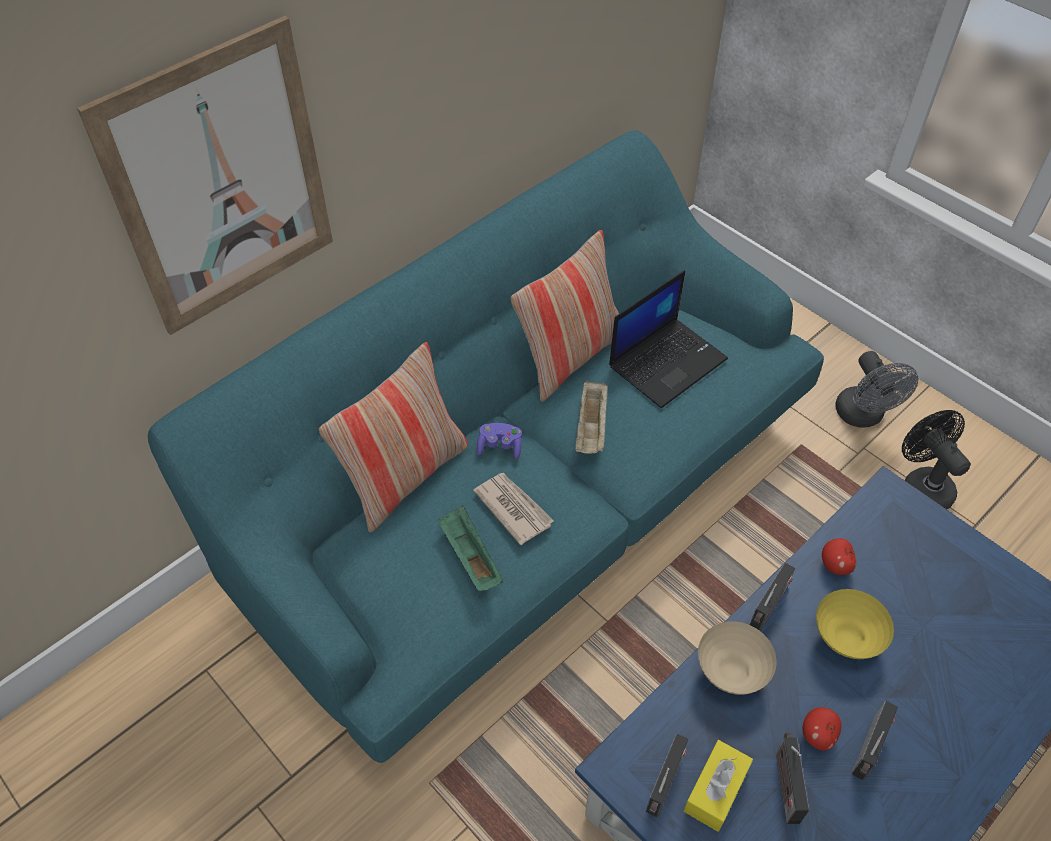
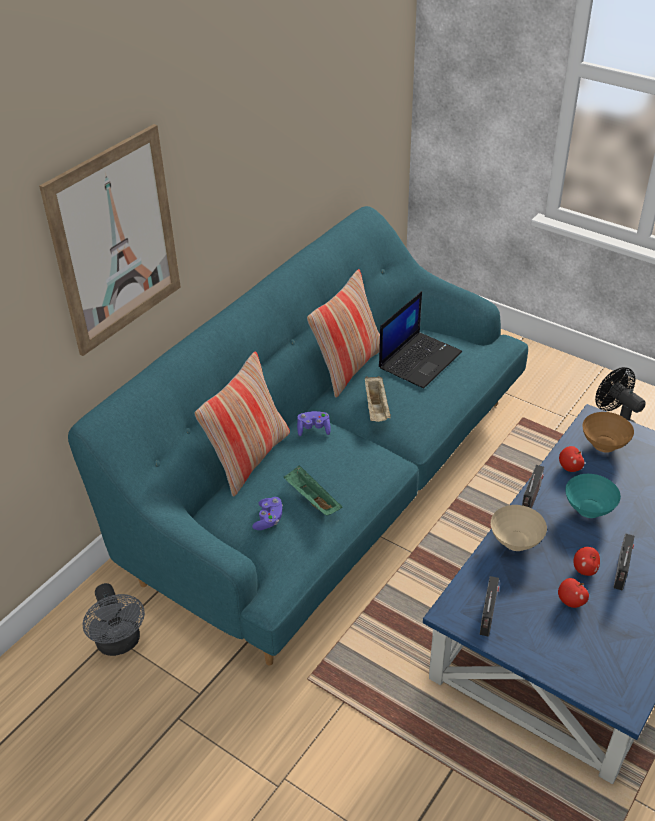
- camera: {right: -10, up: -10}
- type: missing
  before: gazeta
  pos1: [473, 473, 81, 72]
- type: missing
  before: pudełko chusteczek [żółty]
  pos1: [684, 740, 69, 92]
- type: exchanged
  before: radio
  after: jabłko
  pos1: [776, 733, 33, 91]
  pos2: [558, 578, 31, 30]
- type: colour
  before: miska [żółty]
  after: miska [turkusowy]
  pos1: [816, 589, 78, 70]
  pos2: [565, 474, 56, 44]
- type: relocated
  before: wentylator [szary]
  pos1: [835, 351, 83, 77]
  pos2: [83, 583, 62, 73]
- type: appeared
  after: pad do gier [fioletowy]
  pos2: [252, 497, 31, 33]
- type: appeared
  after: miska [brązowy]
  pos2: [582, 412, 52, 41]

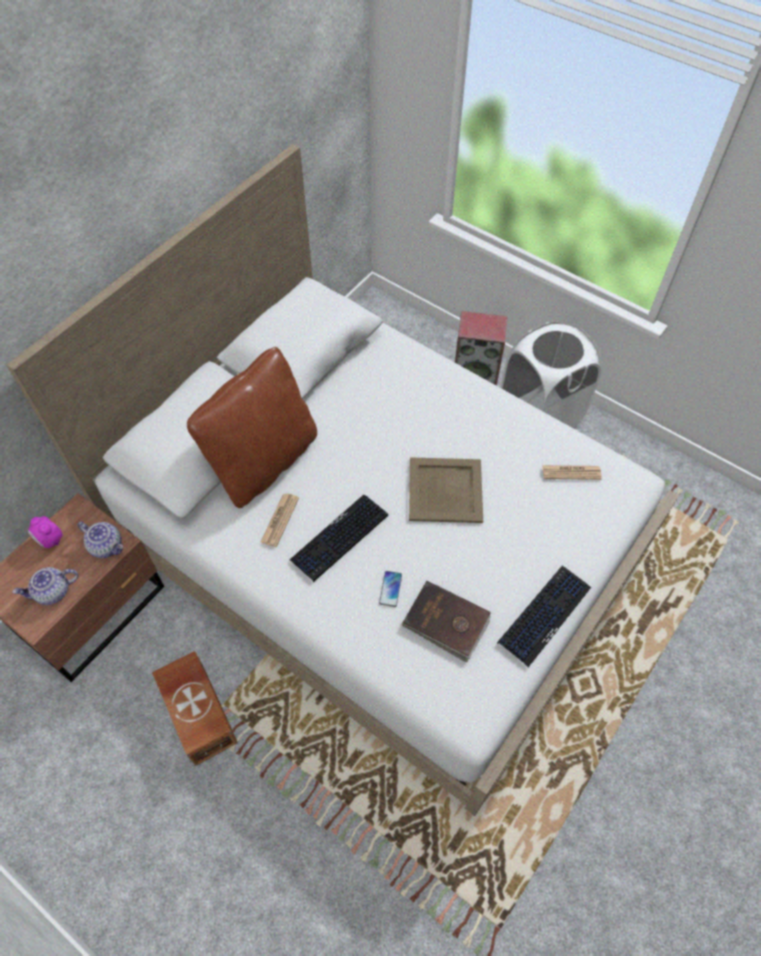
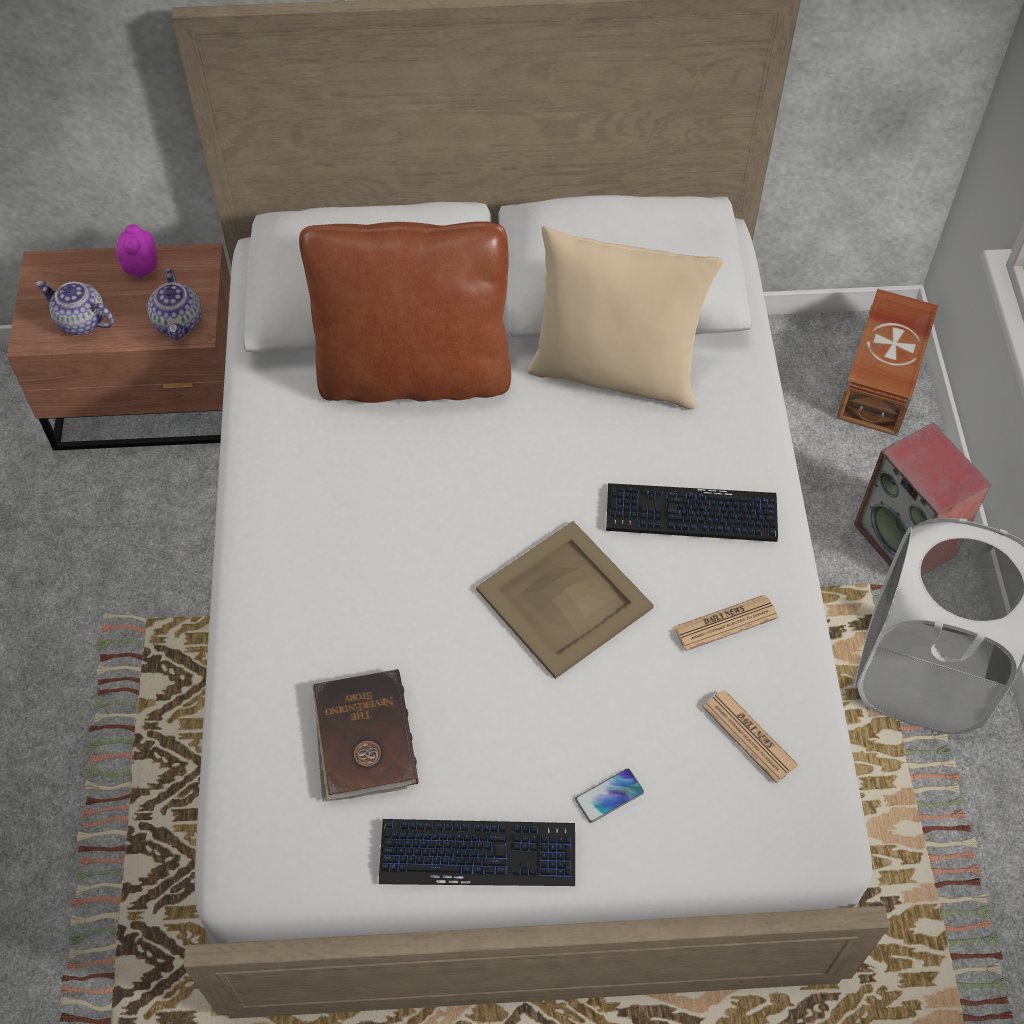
- camera: {right: 50, up: 0}
- type: relocated
  before: pojemnik do przechowywania [brązowy]
  pos1: [152, 651, 86, 115]
  pos2: [836, 289, 103, 147]
- type: relocated
  before: gazeta
  pos1: [261, 493, 38, 54]
  pos2: [674, 595, 104, 56]
- type: relocated
  before: klawiatura
  pos1: [290, 495, 98, 87]
  pos2: [606, 483, 172, 59]
- type: relocated
  before: telefon
  pos1: [379, 571, 23, 36]
  pos2: [575, 768, 69, 55]
- type: appeared
  after: poduszka [beżowy]
  pos2: [528, 226, 195, 183]

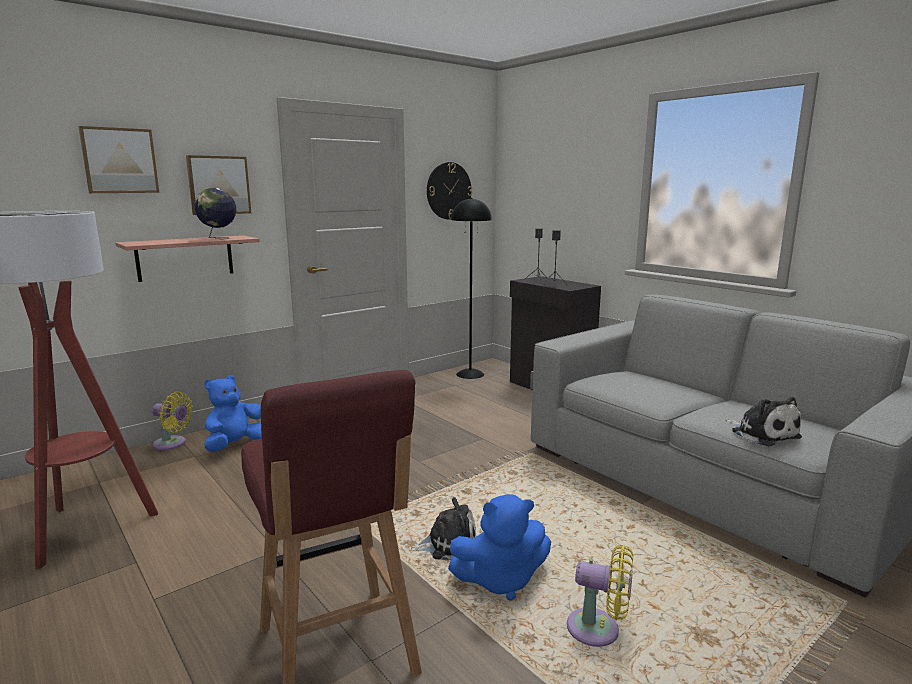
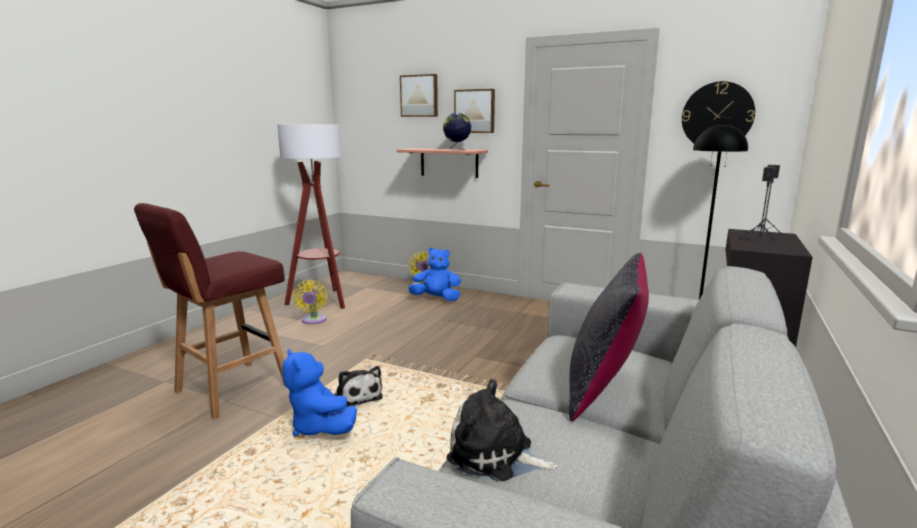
- camera: {right: 65, up: 0}
- type: relocated
  before: wentylator [żółty]
  pos1: [567, 545, 66, 102]
  pos2: [293, 280, 35, 44]
- type: spun
  before: pluszak
  pos1: [725, 397, 77, 49]
  pos2: [447, 378, 110, 104]
  turn: 75
- type: appeared
  after: poduszka [czarny]
  pos2: [569, 253, 80, 168]

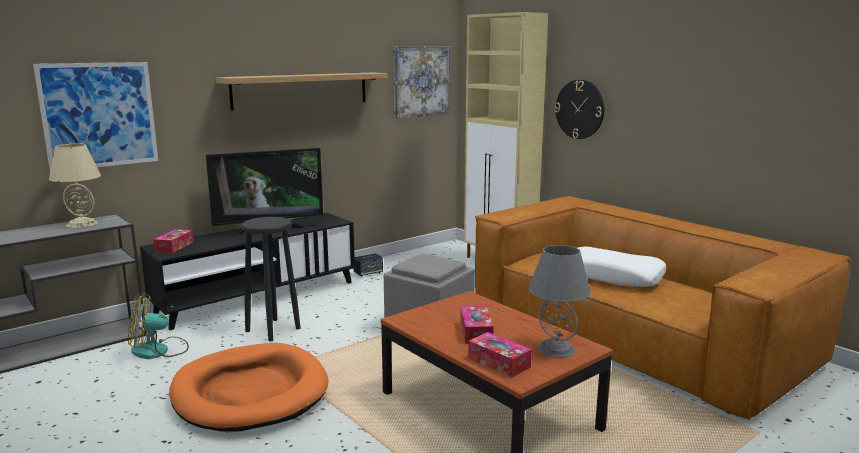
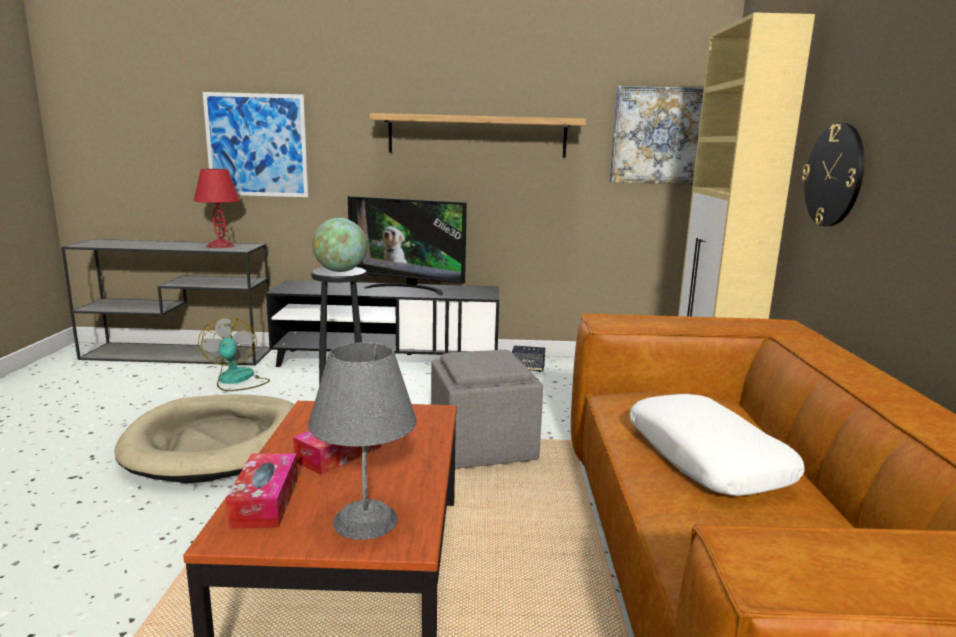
- camera: {right: 40, up: 0}
- type: colour
  before: lampa stołowa [beżowy]
  after: lampa stołowa [czerwony]
  pos1: [49, 144, 52, 84]
  pos2: [193, 169, 47, 79]
- type: spun
  before: wentylator
  pos1: [128, 293, 61, 66]
  pos2: [198, 318, 72, 73]
  turn: 45
- type: missing
  before: pudełko chusteczek
  pos1: [153, 229, 41, 24]
- type: colour
  before: legowisko [pomarańczowy]
  after: legowisko [beżowy]
  pos1: [169, 343, 159, 88]
  pos2: [114, 394, 180, 89]
- type: appeared
  after: globus
  pos2: [312, 218, 55, 54]

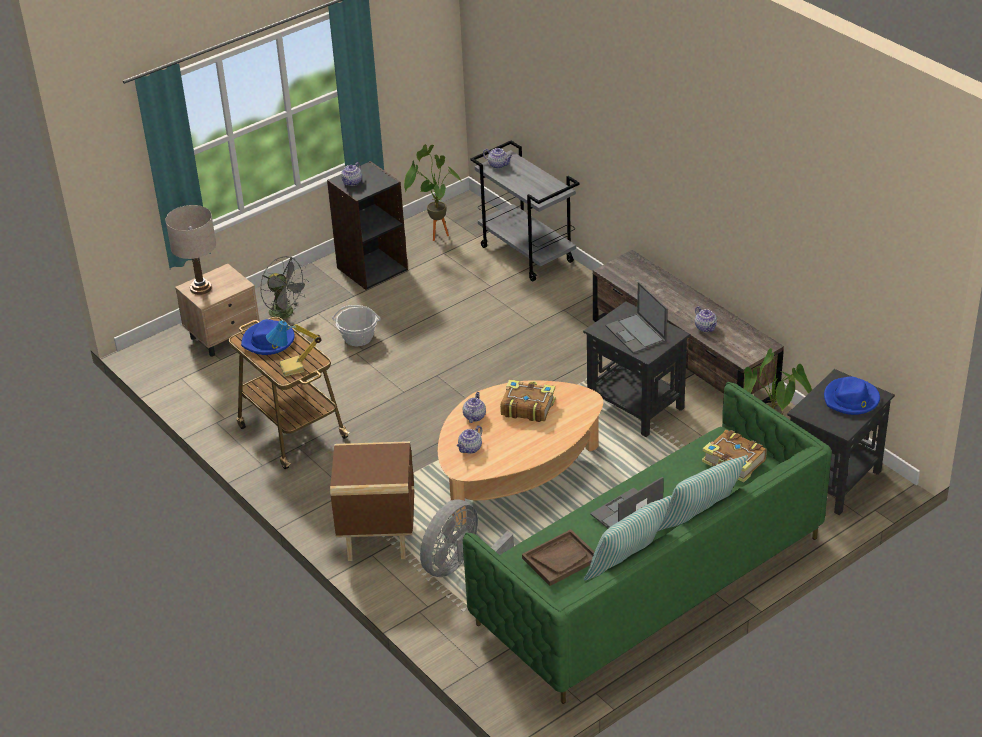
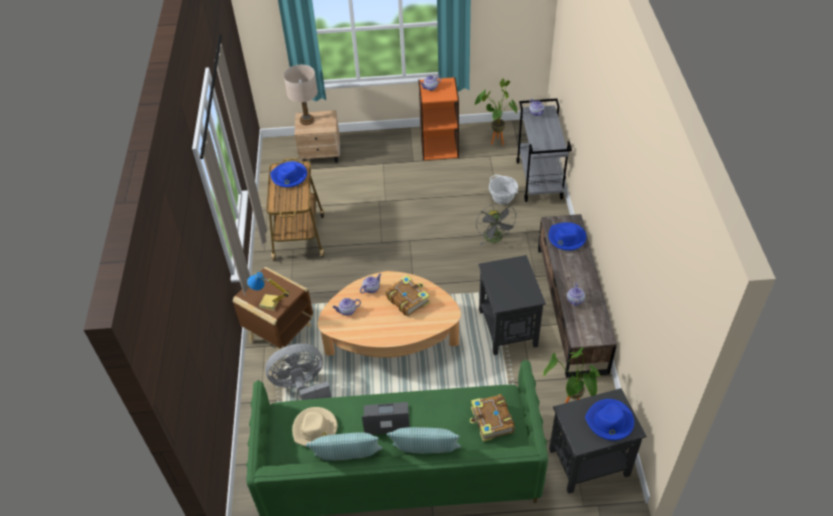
- camera: {right: 35, up: 10}
- type: relocated
  before: wentylator [szary]
  pos1: [260, 256, 49, 63]
  pos2: [476, 203, 41, 42]
- type: relocated
  before: lampa stołowa
  pos1: [266, 320, 56, 57]
  pos2: [247, 272, 43, 39]
- type: colour
  before: regał [czarny]
  after: regał [pomarańczowy]
  pos1: [327, 161, 81, 129]
  pos2: [418, 77, 41, 83]
- type: relocated
  before: koszyk
  pos1: [332, 305, 49, 42]
  pos2: [489, 175, 29, 30]
- type: exchanged
  before: taca [brązowy]
  after: kapelusz [beżowy]
  pos1: [522, 529, 73, 57]
  pos2: [292, 407, 45, 40]
- type: missing
  before: laptop
  pos1: [606, 282, 61, 72]
- type: appeared
  after: kapelusz [niebieski]
  pos2: [548, 222, 38, 29]

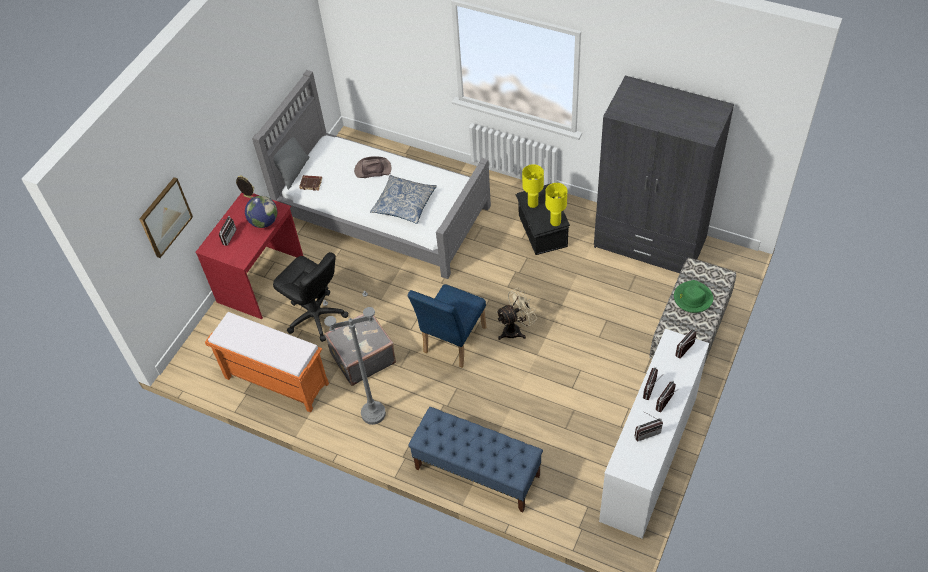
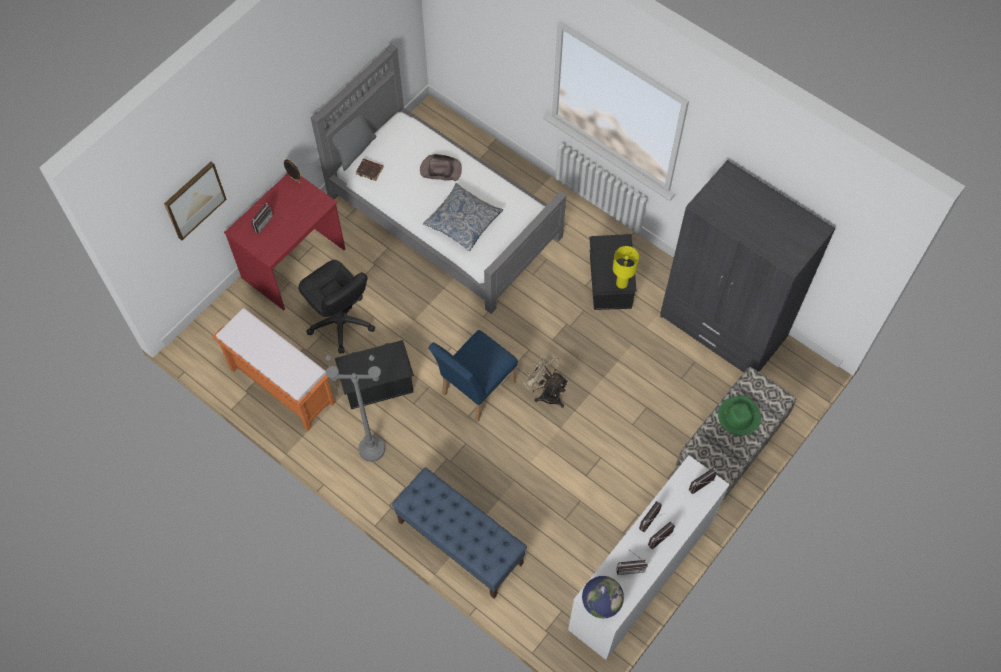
- camera: {right: 10, up: 10}
- type: relocated
  before: globus
  pos1: [245, 196, 32, 32]
  pos2: [582, 576, 42, 42]
- type: exchanged
  before: walizka [szary]
  after: pojemnik do przechowywania [czarny]
  pos1: [324, 314, 72, 72]
  pos2: [335, 340, 79, 69]
- type: spun
  before: wentylator [beżowy]
  pos1: [496, 288, 41, 52]
  pos2: [523, 352, 46, 56]
  turn: -120
- type: missing
  before: lampa stołowa [żółty]
  pos1: [522, 164, 22, 44]

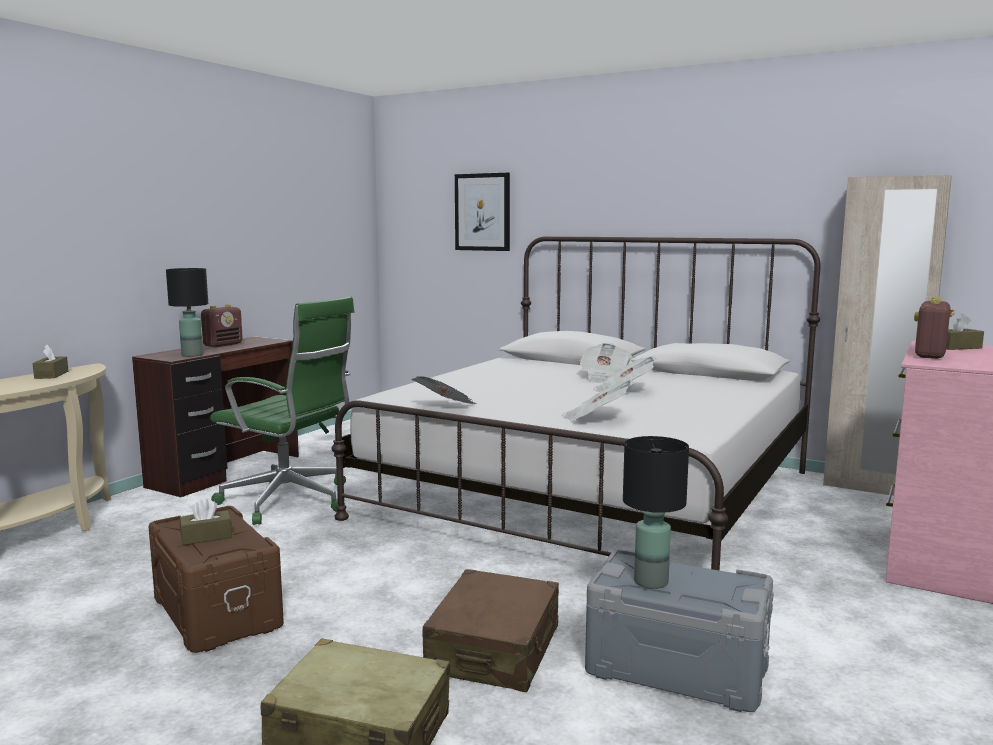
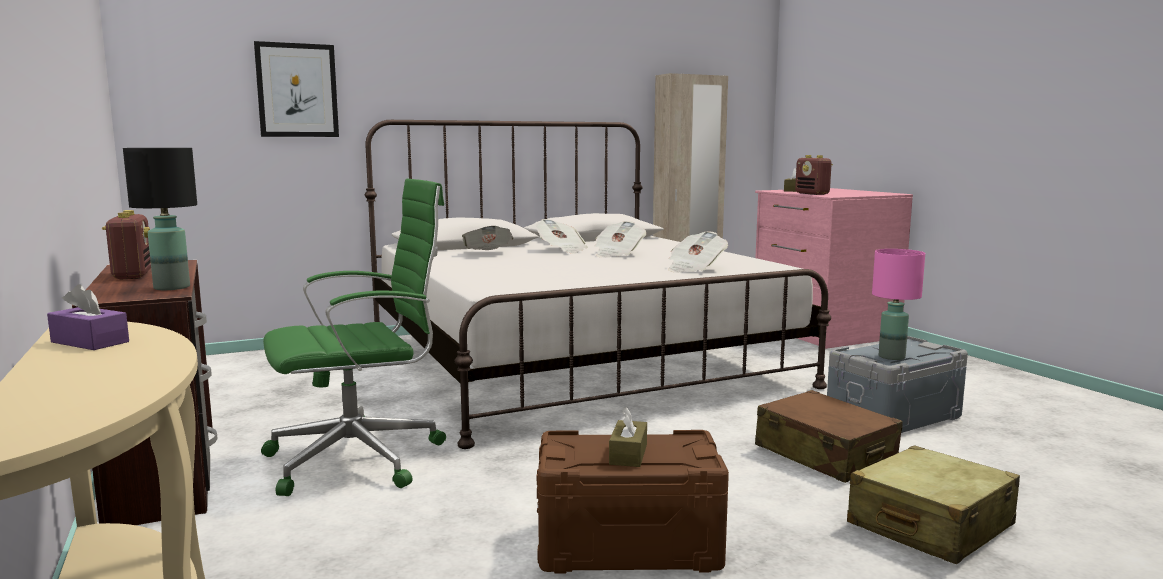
- camera: {right: -55, up: 0}
- type: colour
  before: pudełko chusteczek [brązowy]
  after: pudełko chusteczek [fioletowy]
  pos1: [33, 345, 35, 34]
  pos2: [47, 284, 82, 66]
- type: relocated
  before: gazeta
  pos1: [411, 376, 66, 28]
  pos2: [462, 226, 51, 24]
- type: colour
  before: lampa stołowa [czarny]
  after: lampa stołowa [różowy]
  pos1: [623, 436, 66, 153]
  pos2: [872, 249, 53, 111]

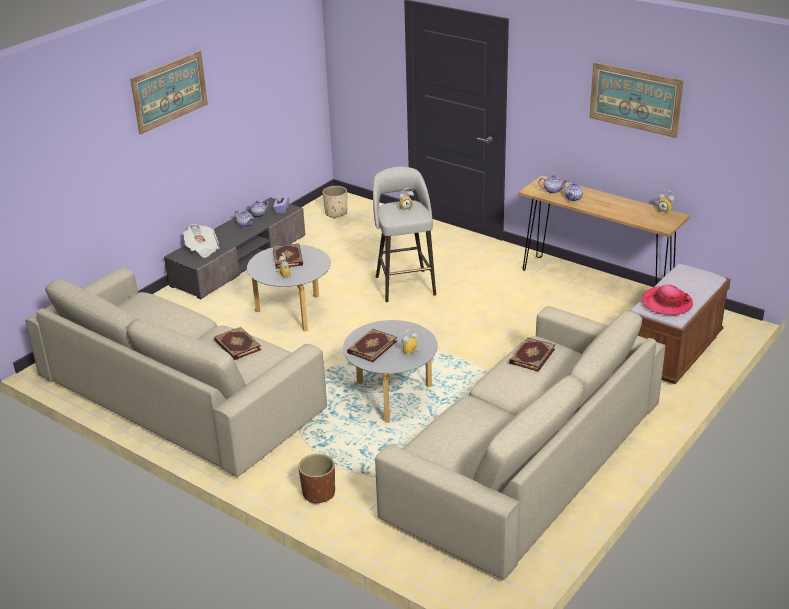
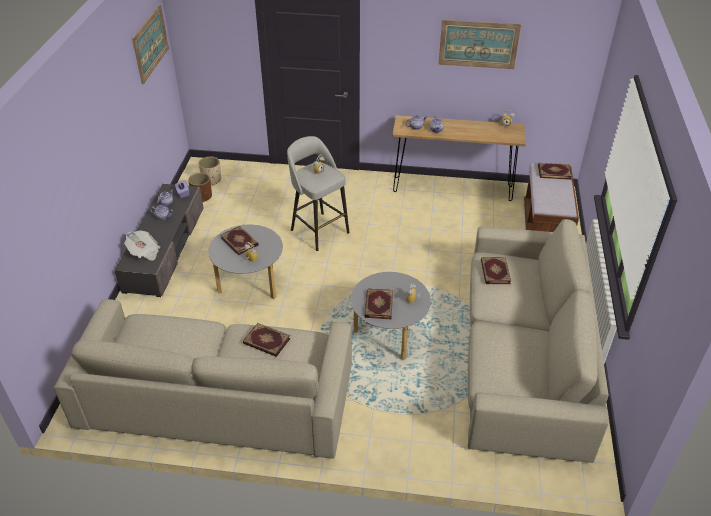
- camera: {right: -30, up: 10}
- type: relocated
  before: obraz
  pos1: [130, 51, 78, 83]
  pos2: [132, 5, 37, 79]
- type: relocated
  before: donica [brązowy]
  pos1: [298, 454, 37, 50]
  pos2: [188, 173, 24, 29]
- type: missing
  before: kapelusz
  pos1: [642, 285, 51, 30]
- type: appeared
  after: książka
  pos2: [538, 163, 34, 17]

